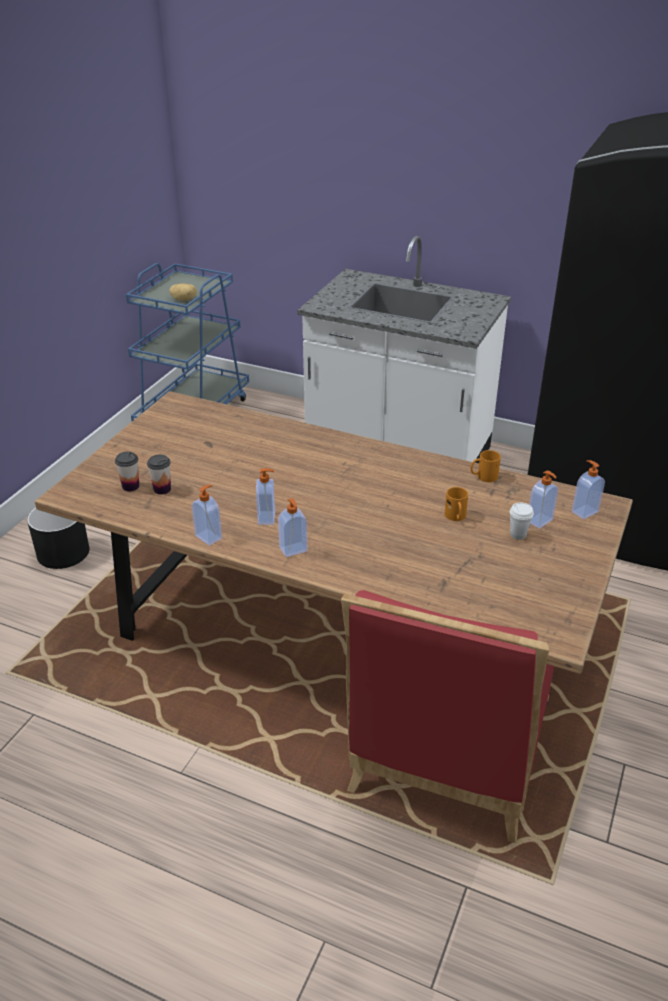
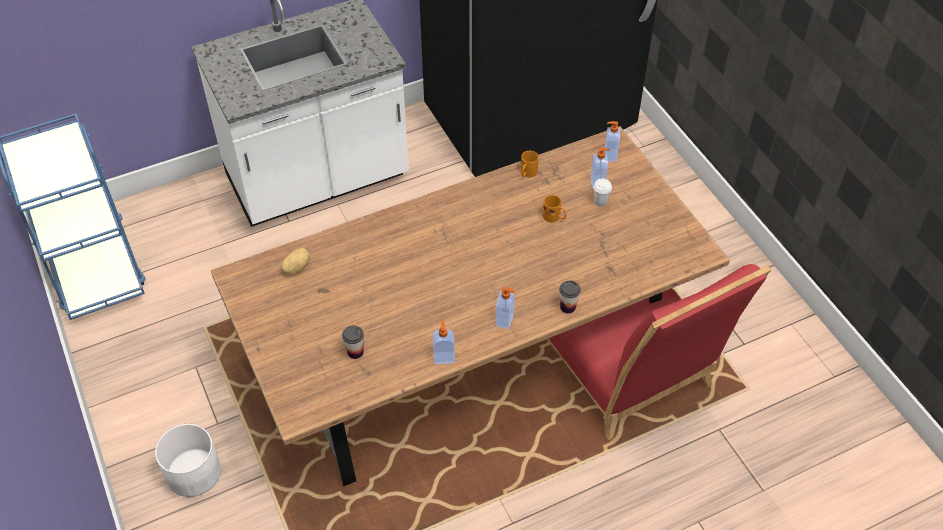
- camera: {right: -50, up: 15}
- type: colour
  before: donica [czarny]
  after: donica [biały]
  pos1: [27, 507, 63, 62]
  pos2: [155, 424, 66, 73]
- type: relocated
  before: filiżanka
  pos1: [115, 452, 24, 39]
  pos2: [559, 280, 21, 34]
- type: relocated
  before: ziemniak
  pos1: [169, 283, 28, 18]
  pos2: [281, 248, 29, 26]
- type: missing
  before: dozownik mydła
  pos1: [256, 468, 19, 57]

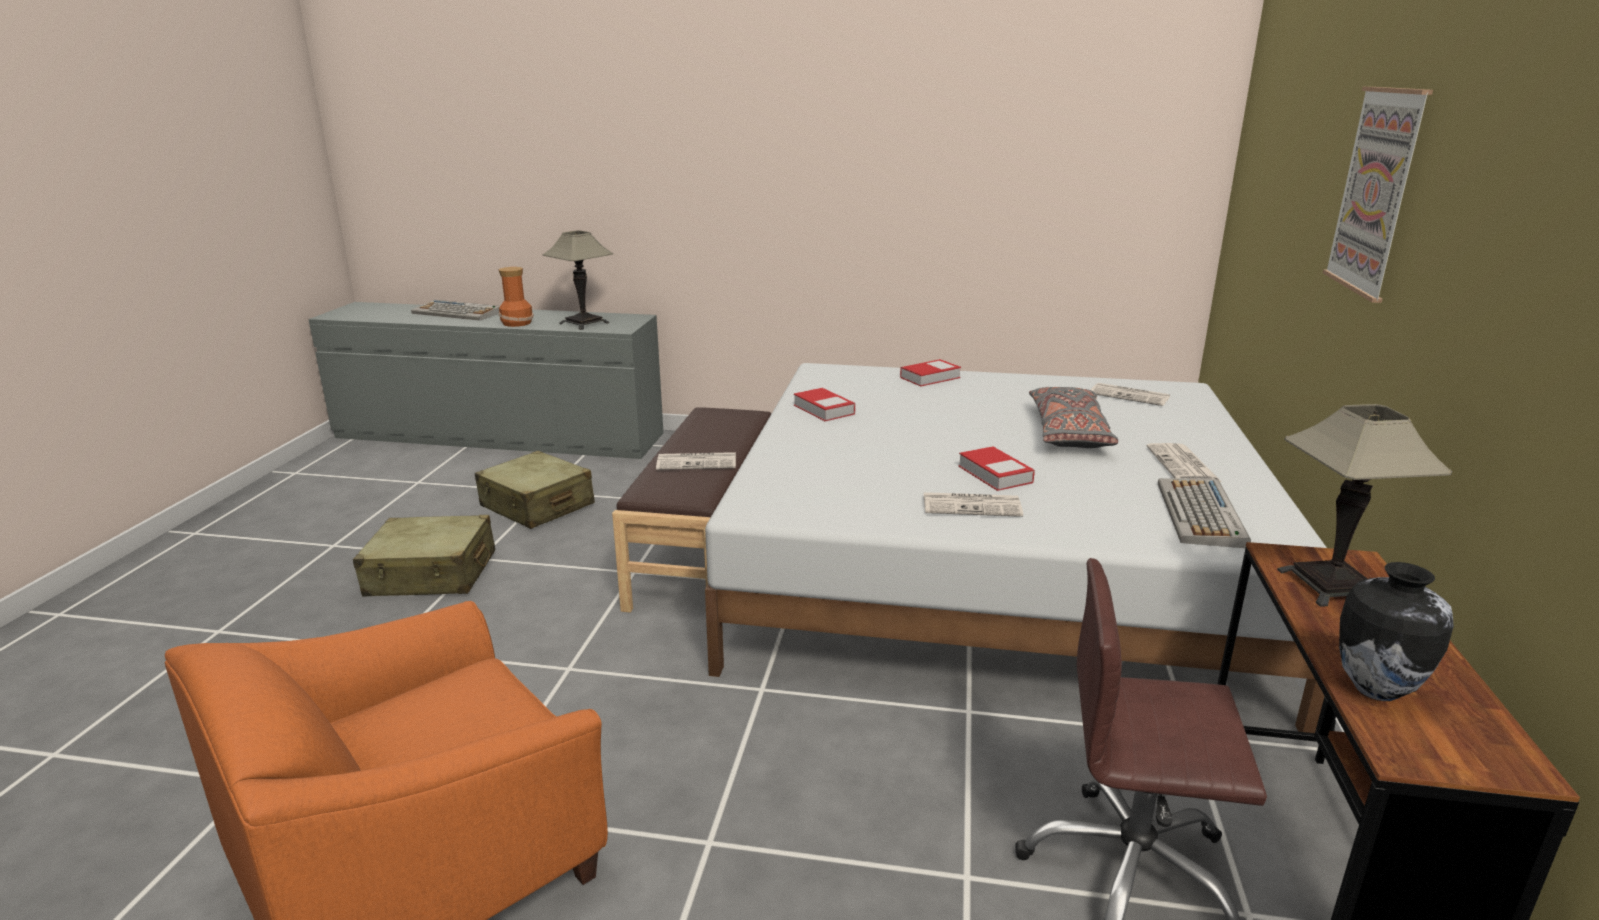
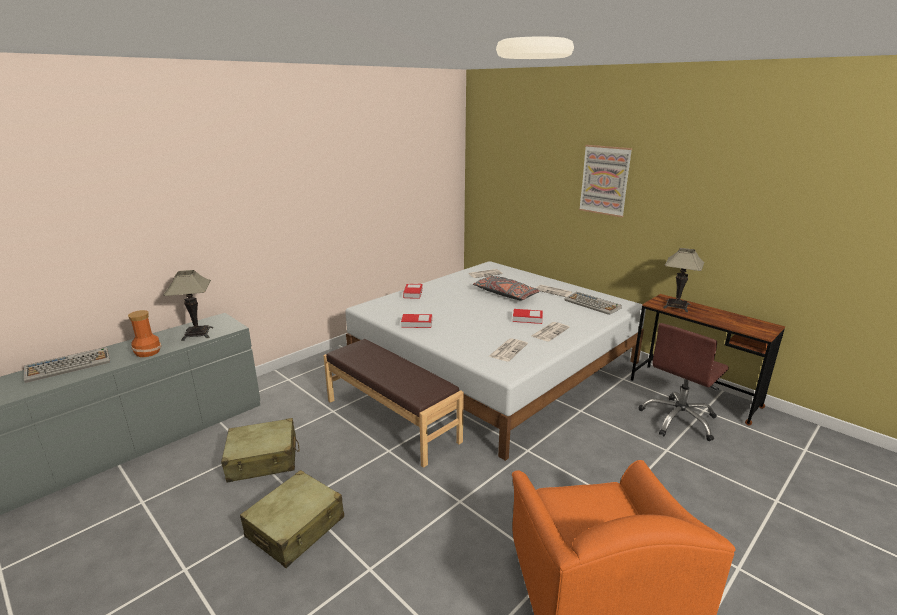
- camera: {right: -55, up: 0}
- type: relocated
  before: gazeta
  pos1: [656, 452, 80, 18]
  pos2: [489, 338, 39, 24]
- type: missing
  before: wazon
  pos1: [1339, 562, 115, 139]

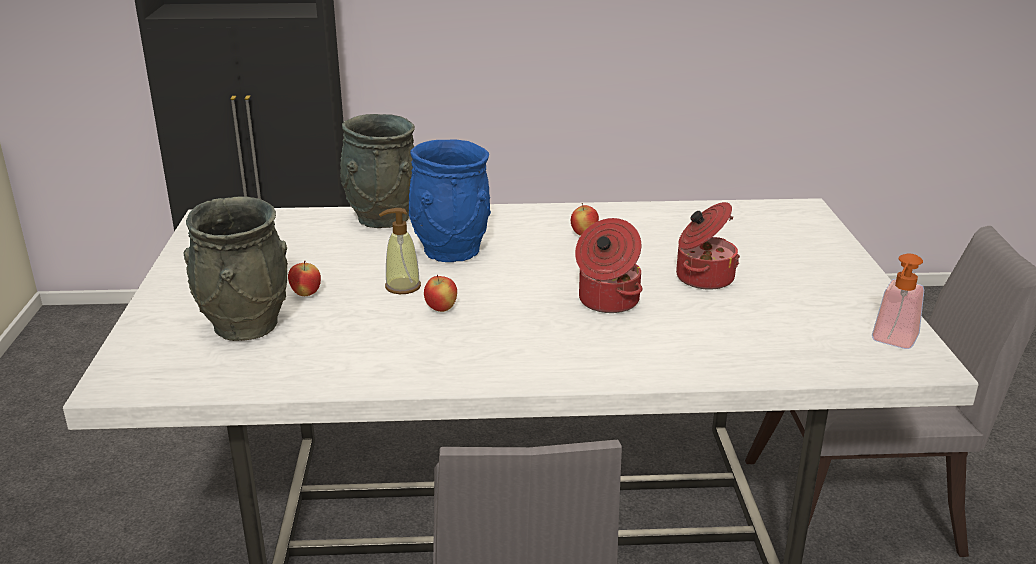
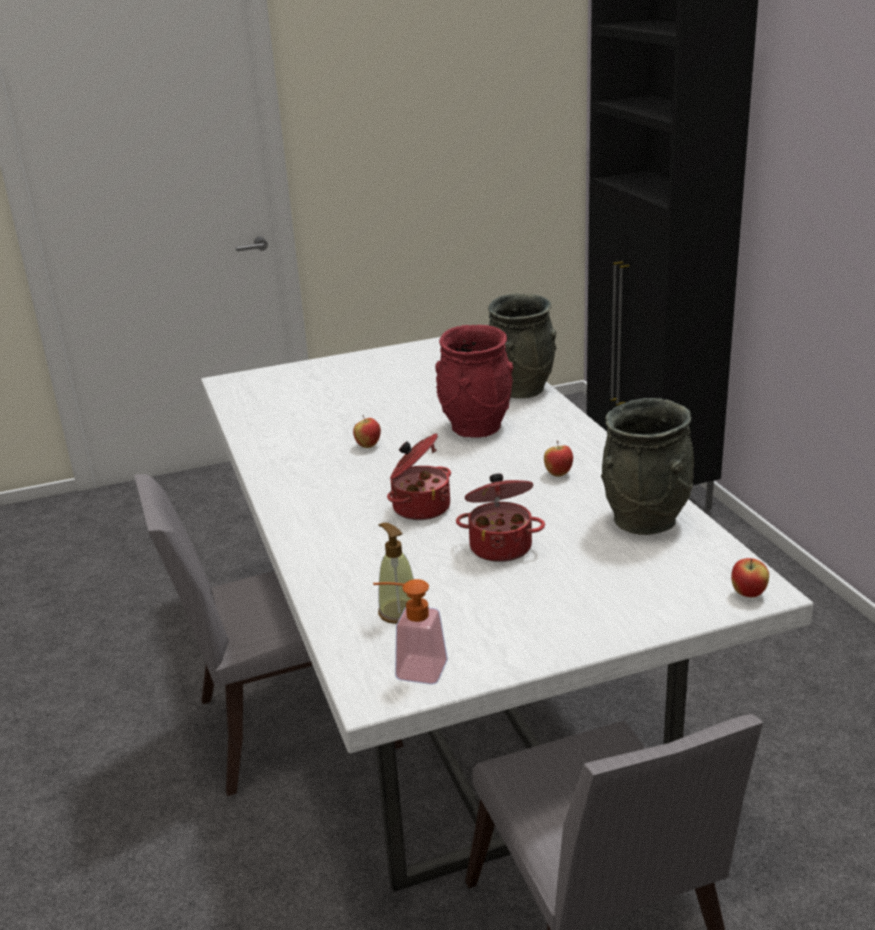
- camera: {right: 75, up: 0}
- type: relocated
  before: wazon [szary]
  pos1: [184, 197, 104, 144]
  pos2: [601, 398, 93, 137]
- type: relocated
  before: jabłko
  pos1: [288, 261, 33, 35]
  pos2: [731, 558, 38, 39]
- type: relocated
  before: dozownik mydła
  pos1: [379, 208, 42, 86]
  pos2: [378, 523, 36, 101]
- type: colour
  before: wazon [niebieski]
  after: wazon [czerwony]
  pos1: [409, 139, 82, 123]
  pos2: [435, 325, 78, 113]

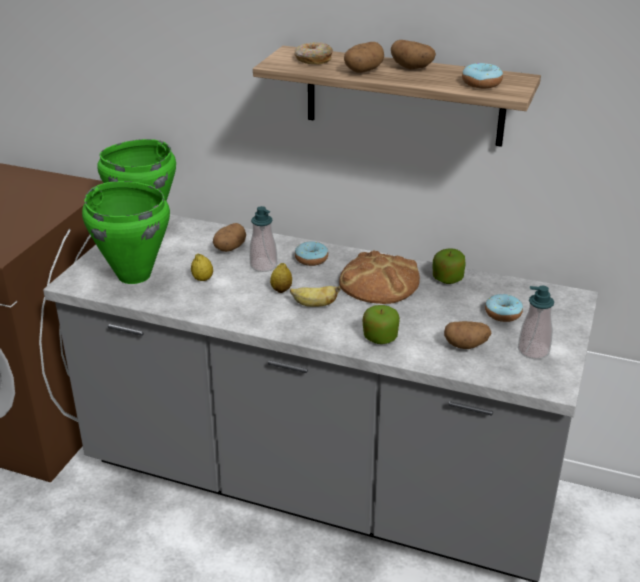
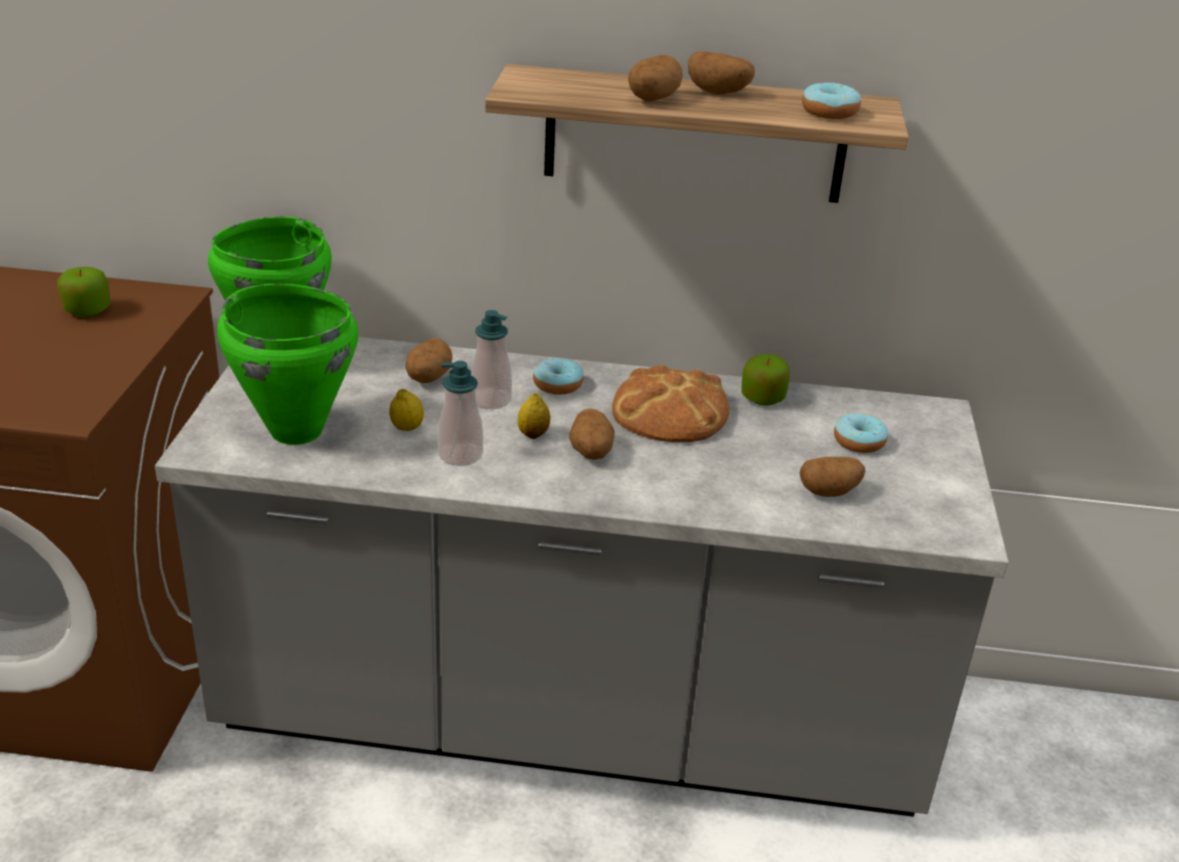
- camera: {right: -15, up: 0}
- type: exchanged
  before: banan
  after: ziemniak
  pos1: [290, 286, 51, 21]
  pos2: [569, 409, 46, 51]
- type: missing
  before: donut
  pos1: [295, 42, 38, 23]
- type: relocated
  before: jabłko
  pos1: [363, 305, 37, 39]
  pos2: [57, 267, 53, 50]
- type: relocated
  before: dozownik mydła
  pos1: [518, 286, 36, 73]
  pos2: [438, 361, 45, 105]

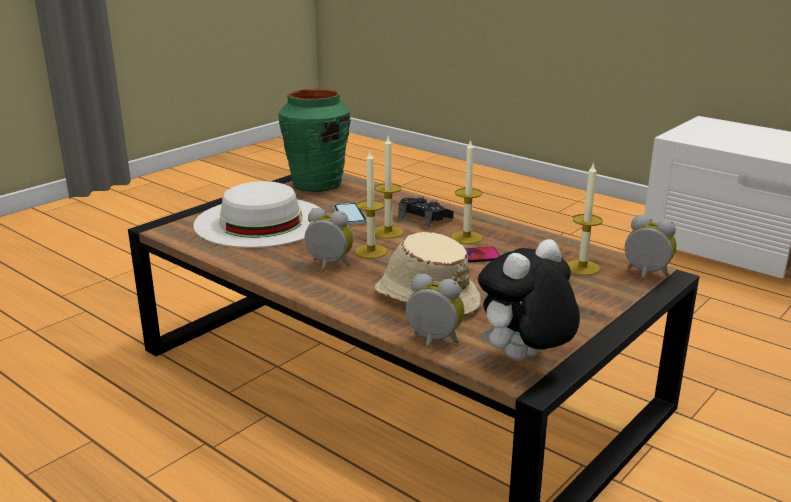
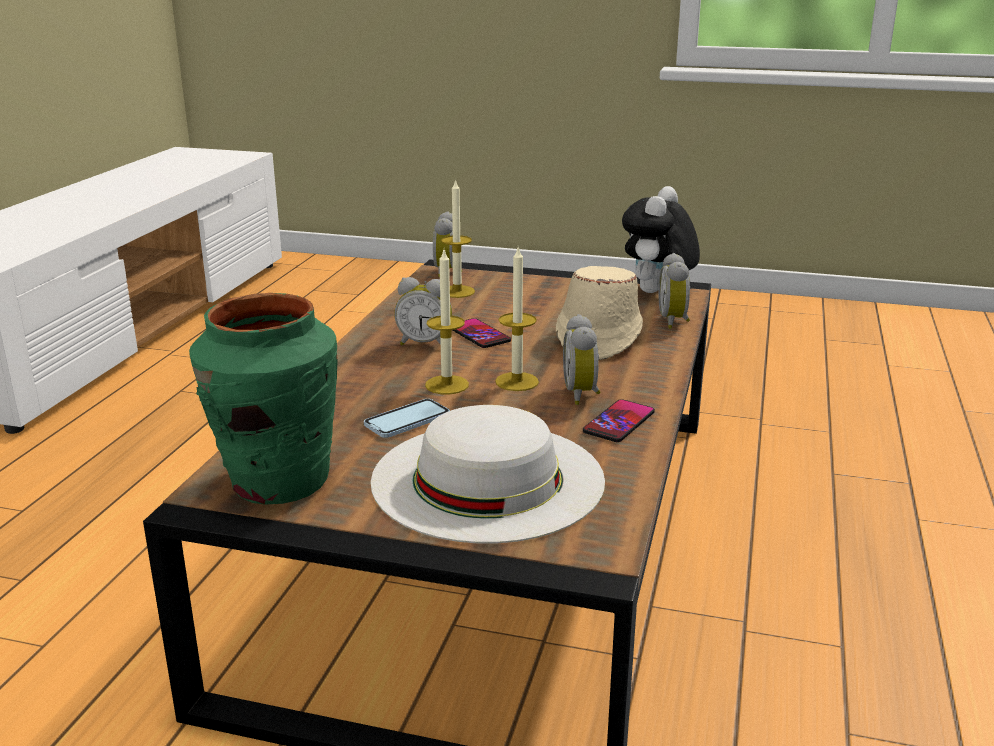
- camera: {right: -115, up: 0}
- type: missing
  before: pad do gier [czarny]
  pos1: [399, 196, 55, 31]
- type: exchanged
  before: świeca
  after: budzik
  pos1: [451, 139, 31, 105]
  pos2: [394, 277, 58, 68]
- type: spun
  before: pluszak
  pos1: [478, 239, 102, 122]
  pos2: [622, 186, 78, 107]
  turn: 90
- type: appeared
  after: telefon
  pos2: [583, 399, 72, 43]

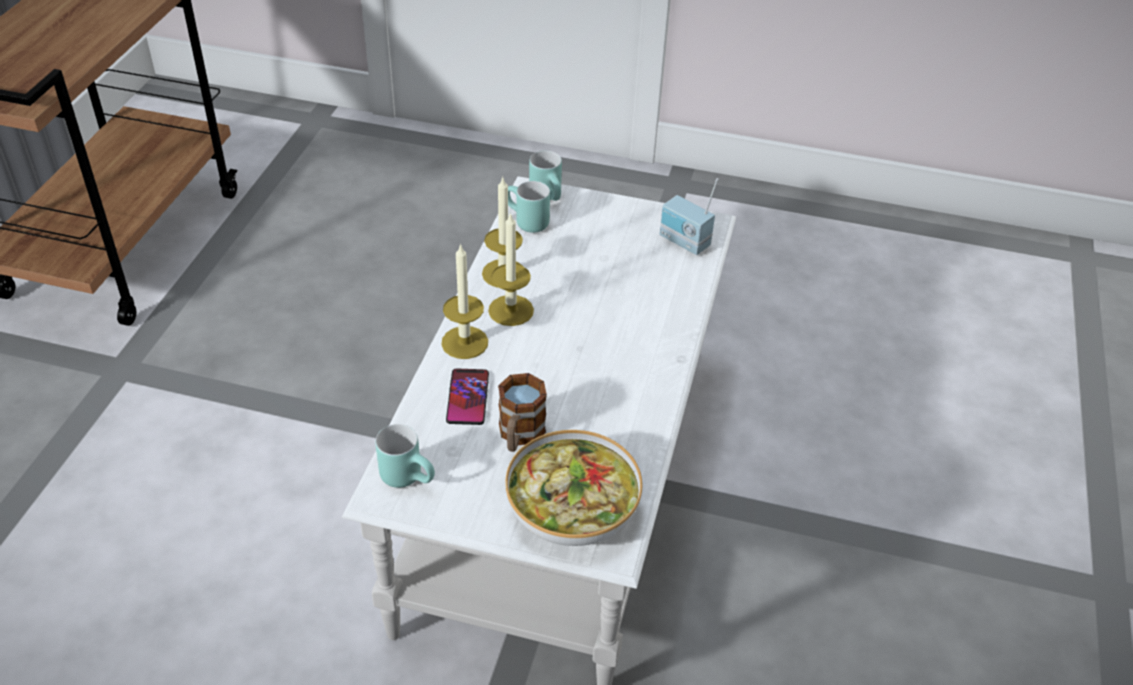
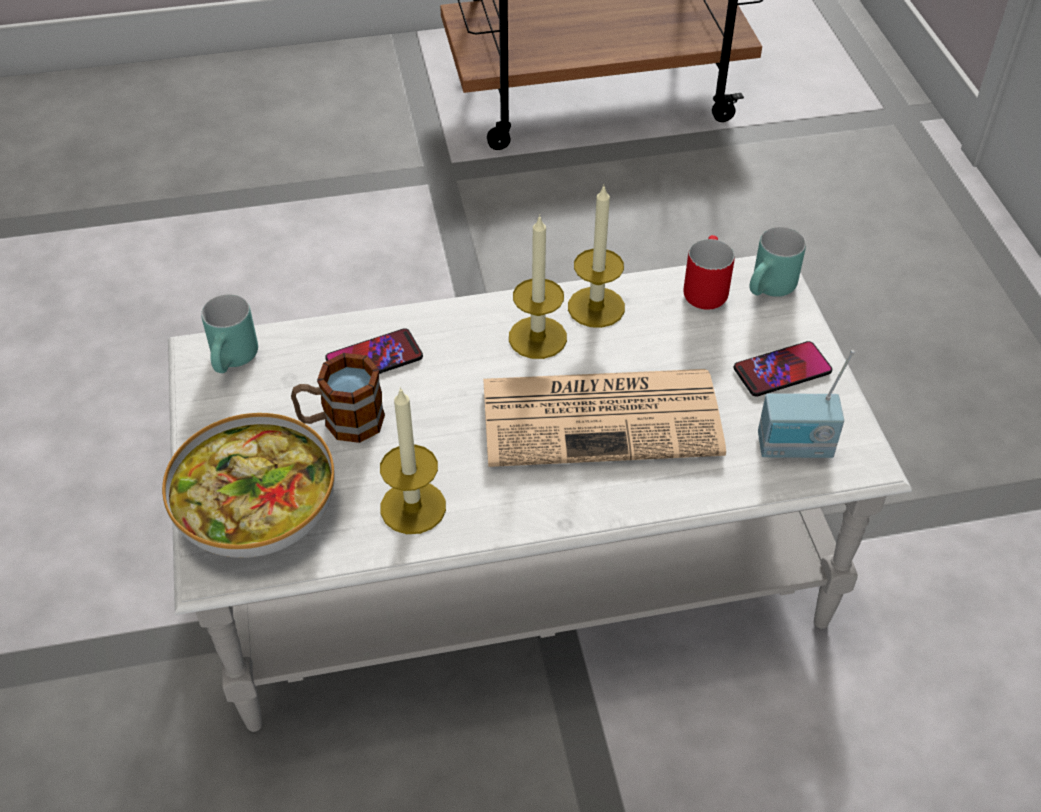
- camera: {right: 65, up: 5}
- type: relocated
  before: świeca
  pos1: [441, 243, 47, 116]
  pos2: [380, 387, 66, 147]
- type: colour
  before: kubek [turkusowy]
  after: kubek [czerwony]
  pos1: [508, 181, 42, 52]
  pos2: [684, 235, 51, 74]
- type: spun
  before: radio
  pos1: [660, 178, 59, 77]
  pos2: [758, 350, 97, 108]
  turn: -105
- type: appeared
  after: gazeta
  pos2: [483, 369, 243, 98]
- type: appeared
  after: telefon
  pos2: [734, 341, 98, 56]

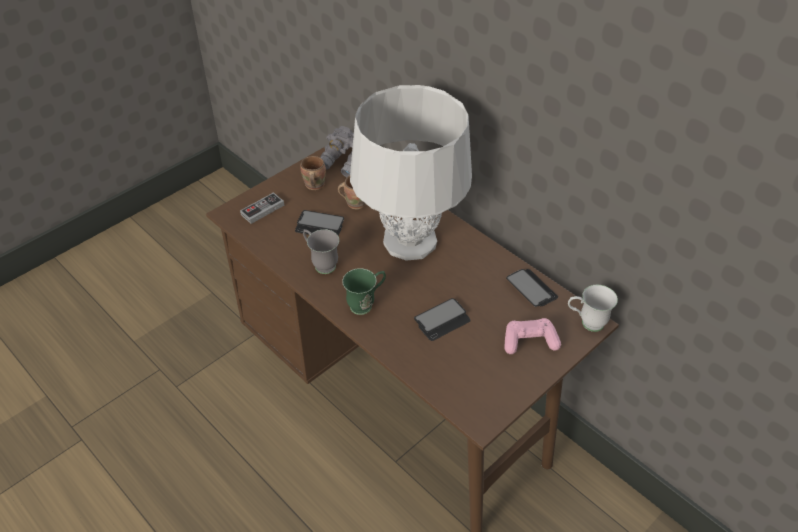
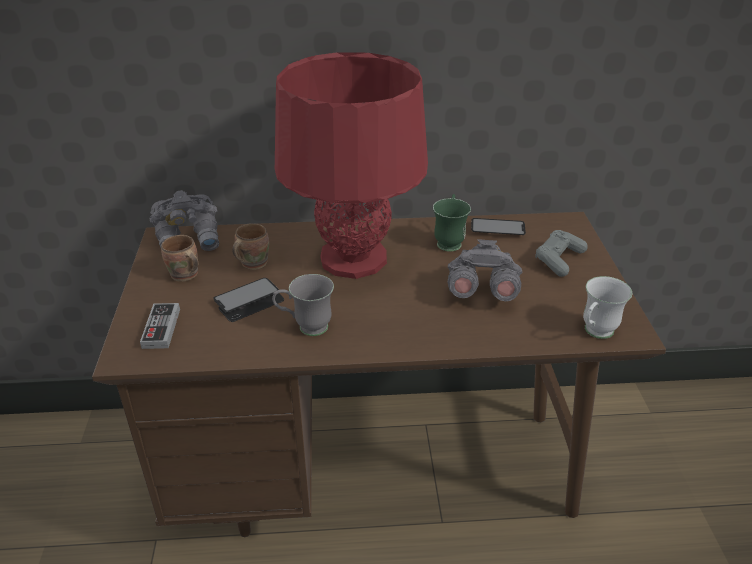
- camera: {right: -50, up: -10}
- type: relocated
  before: kubek [zielony]
  pos1: [342, 268, 44, 47]
  pos2: [433, 194, 38, 58]
- type: colour
  before: lampa stołowa [szary]
  after: lampa stołowa [czerwony]
  pos1: [350, 85, 122, 176]
  pos2: [275, 52, 153, 227]
- type: exchanged
  before: telefon
  after: lornetka [szary]
  pos1: [414, 298, 56, 43]
  pos2: [448, 239, 74, 62]
- type: colour
  before: pad do gier [różowy]
  after: pad do gier [szary]
  pos1: [505, 318, 56, 36]
  pos2: [536, 230, 52, 47]
- type: relocated
  before: kubek [biały]
  pos1: [568, 285, 50, 47]
  pos2: [583, 276, 49, 63]

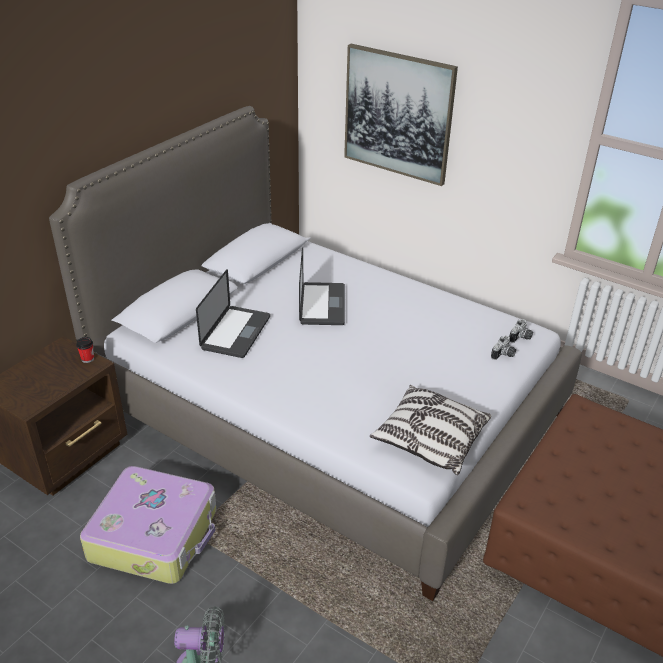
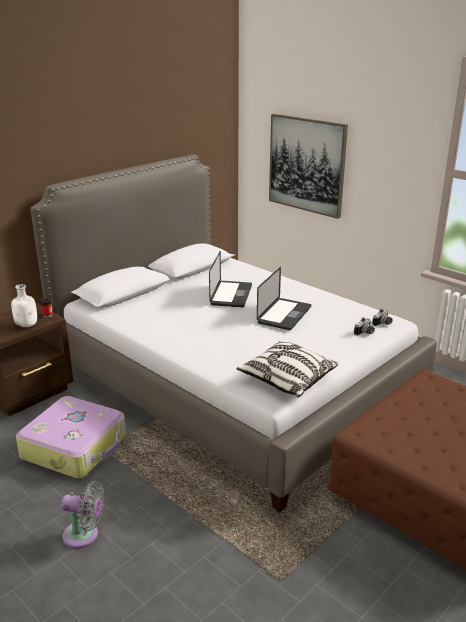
- camera: {right: 10, up: -10}
- type: relocated
  before: laptop
  pos1: [196, 269, 74, 89]
  pos2: [257, 267, 54, 63]
- type: appeared
  after: butelka [biały]
  pos2: [11, 284, 26, 44]

